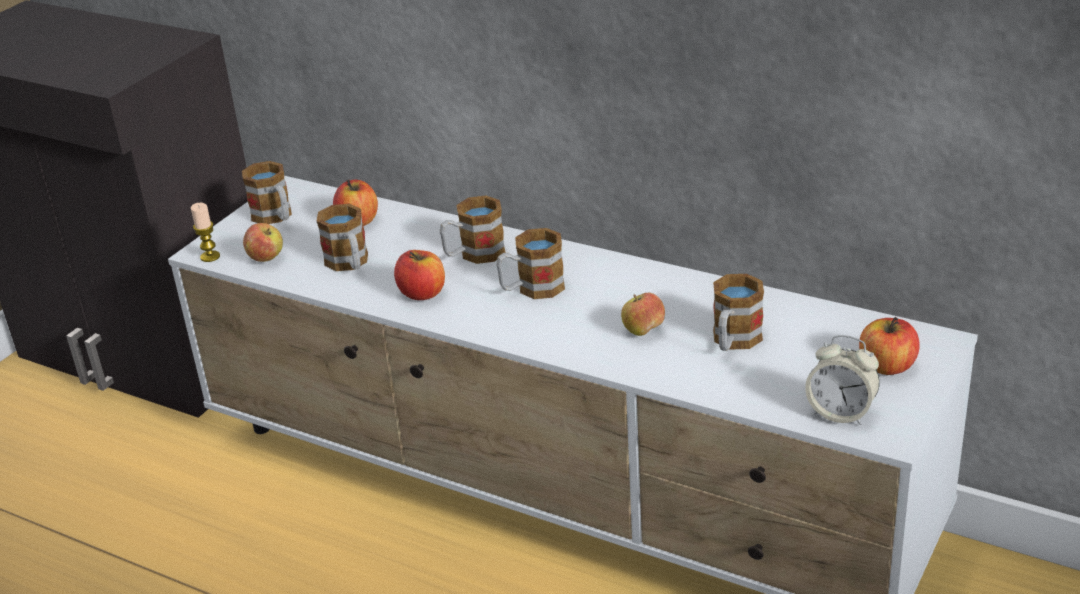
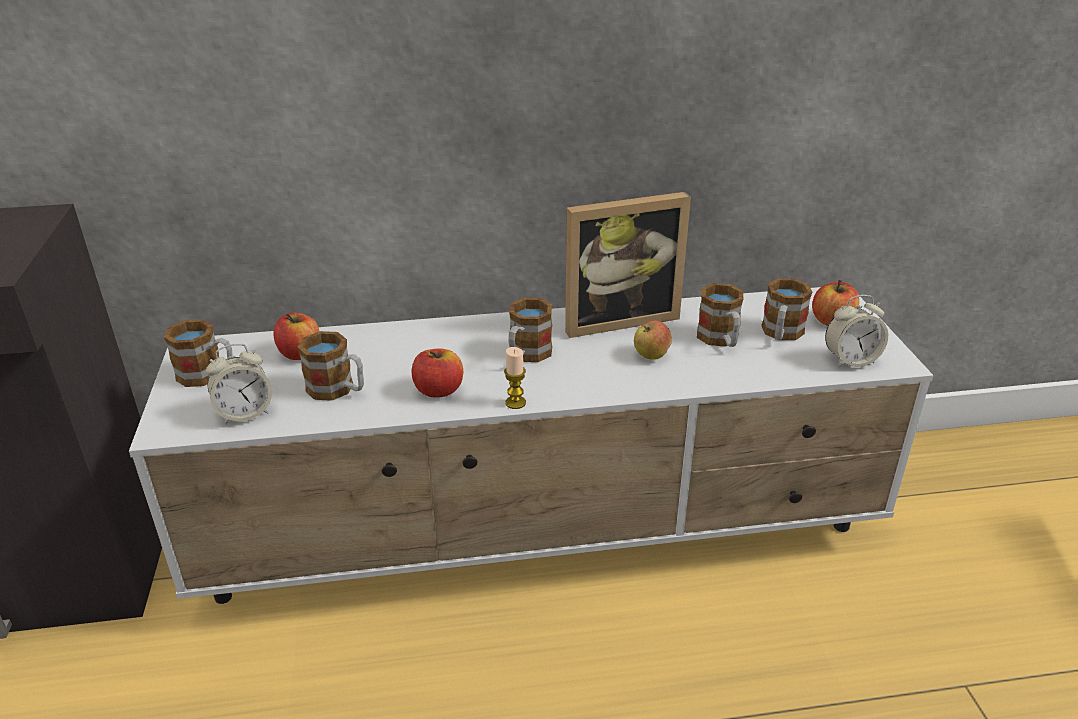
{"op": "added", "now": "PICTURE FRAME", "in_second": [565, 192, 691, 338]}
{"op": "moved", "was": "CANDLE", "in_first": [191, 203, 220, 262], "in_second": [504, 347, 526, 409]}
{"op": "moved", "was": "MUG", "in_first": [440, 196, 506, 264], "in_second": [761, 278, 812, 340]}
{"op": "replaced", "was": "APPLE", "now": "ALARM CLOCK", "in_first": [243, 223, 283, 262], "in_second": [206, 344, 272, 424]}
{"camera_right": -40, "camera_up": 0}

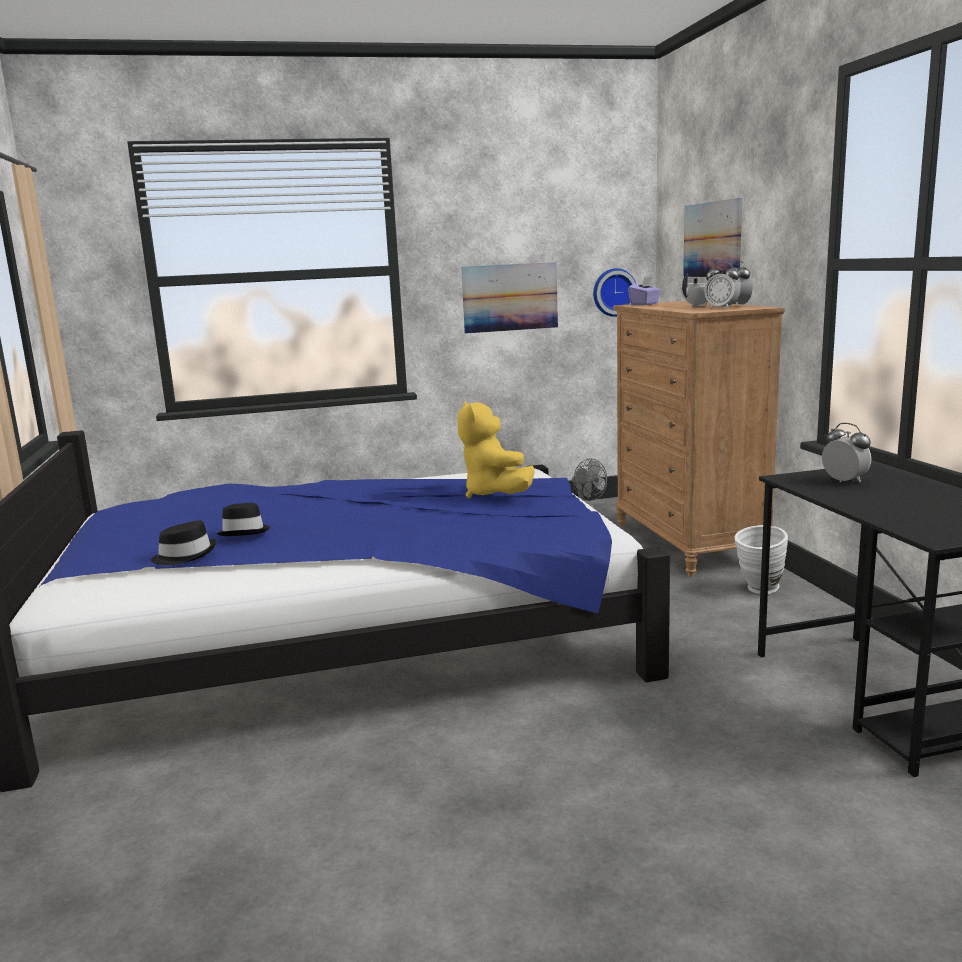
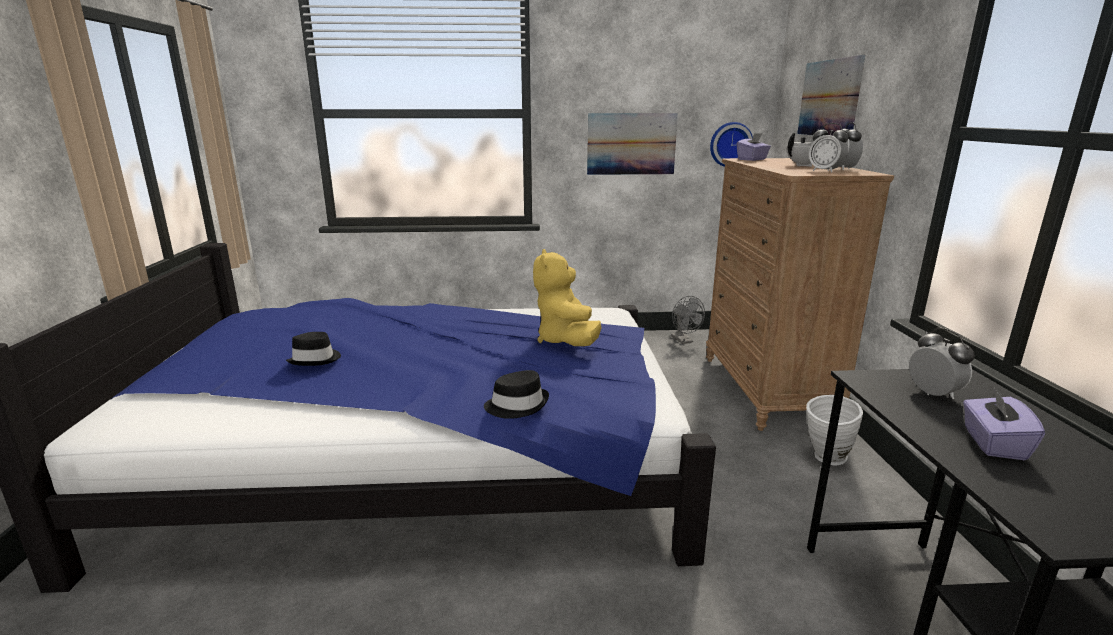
{"op": "added", "now": "PURPLE TISSUE BOX", "in_second": [963, 388, 1045, 461]}
{"op": "moved", "was": "BLACK HAT", "in_first": [151, 520, 216, 565], "in_second": [484, 370, 549, 419]}
{"camera_right": 10, "camera_up": 5}

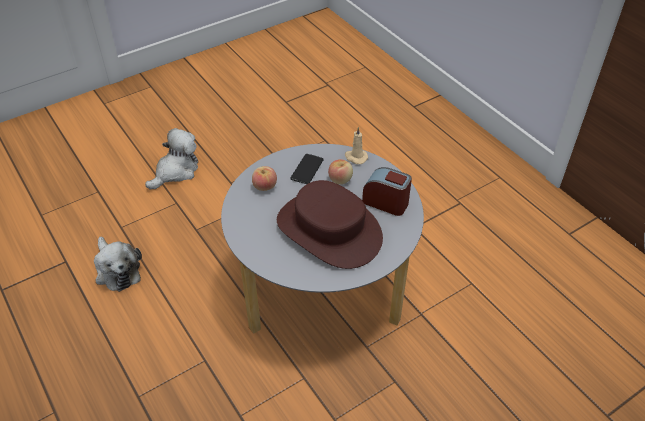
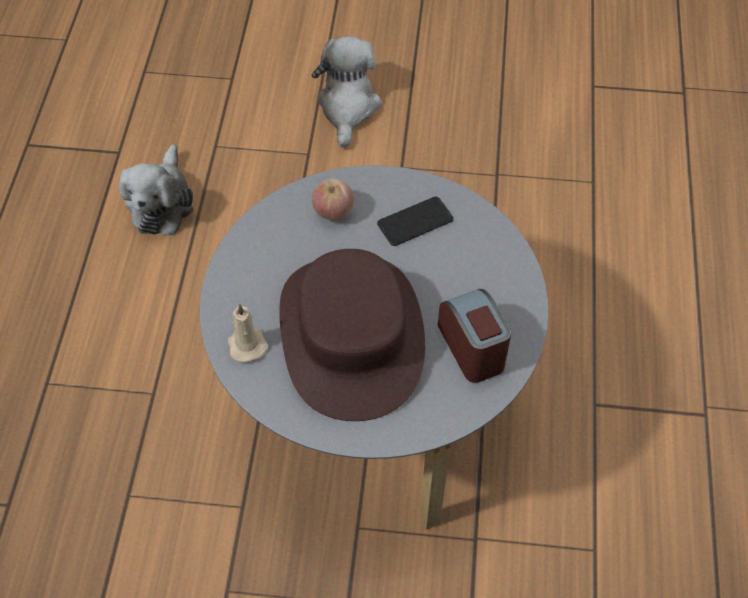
{"op": "removed", "was": "APPLE", "in_first": [328, 159, 353, 184]}
{"op": "moved", "was": "BEIGE CANDLE", "in_first": [345, 127, 368, 164], "in_second": [228, 303, 268, 363]}
{"op": "turned", "was": "PLUSH TOY", "in_first": [145, 128, 198, 189], "in_second": [312, 36, 381, 148], "clockwise": -75}
{"camera_right": 40, "camera_up": 10}

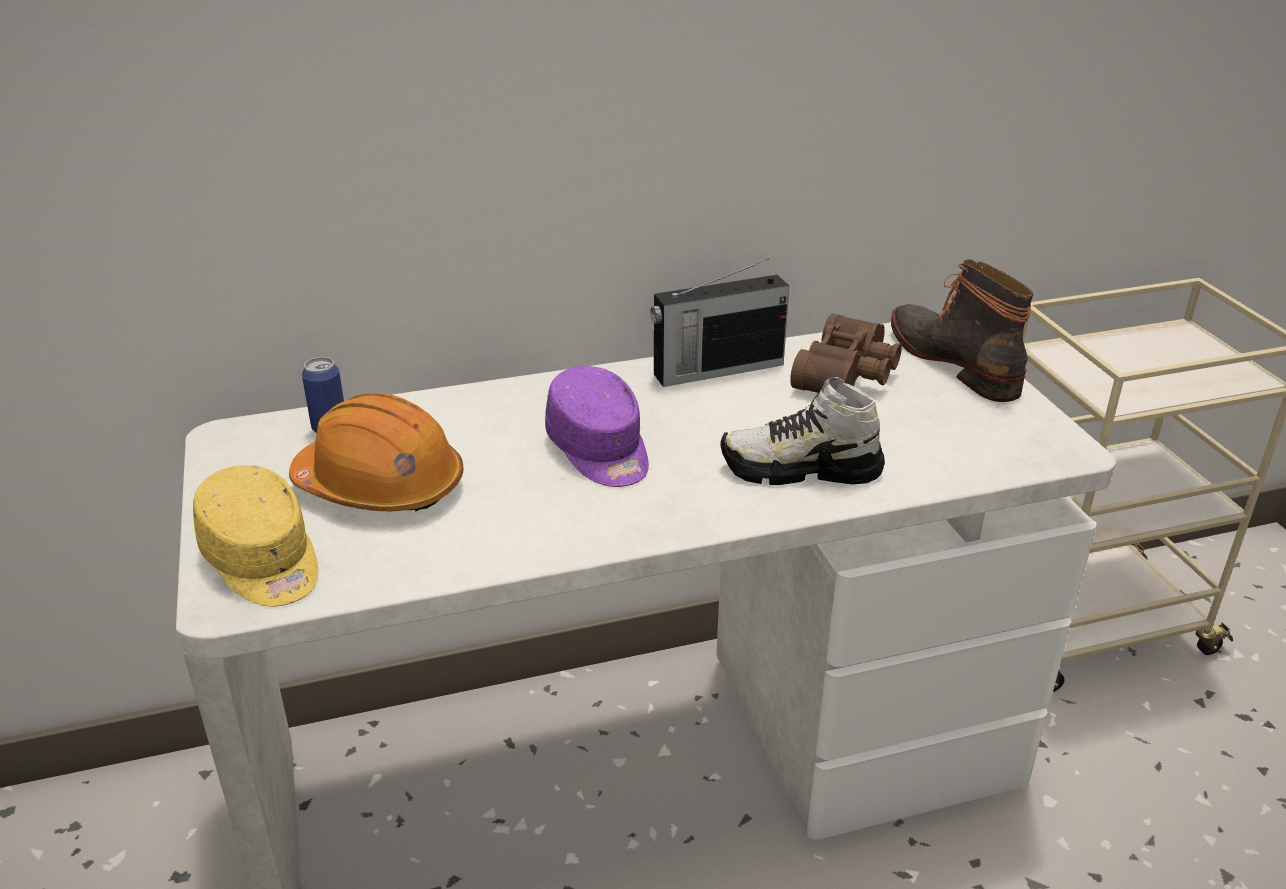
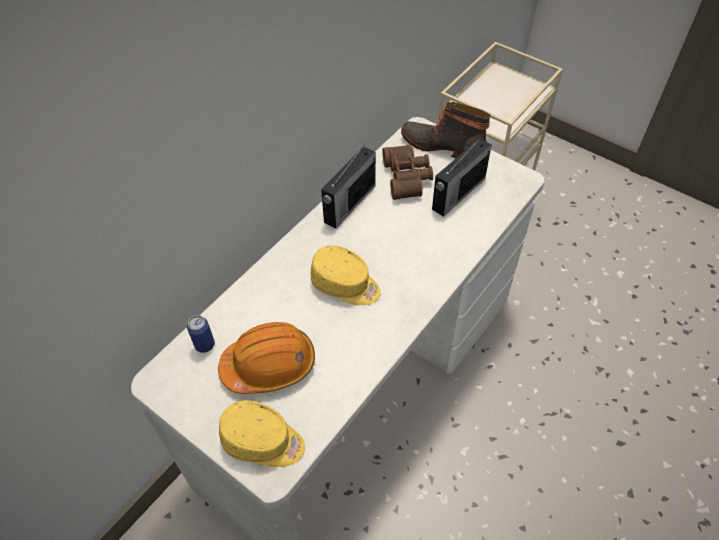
{"op": "removed", "was": "SHOE", "in_first": [720, 377, 885, 485]}
{"op": "added", "now": "RADIO", "in_second": [432, 136, 492, 217]}
{"op": "recoloured", "was": "PURPLE CAP", "now": "YELLOW CAP", "in_first": [545, 366, 649, 487], "in_second": [310, 245, 381, 305]}
{"camera_right": -35, "camera_up": 20}

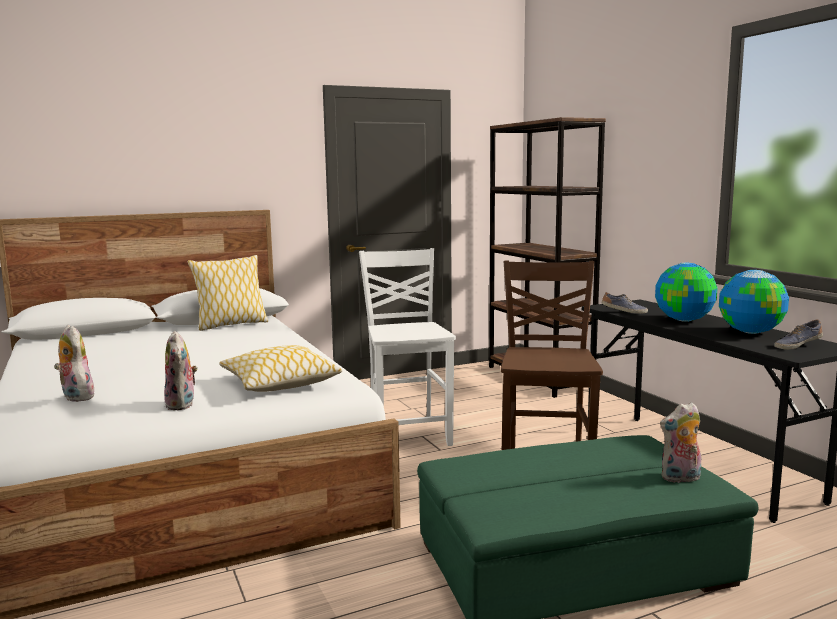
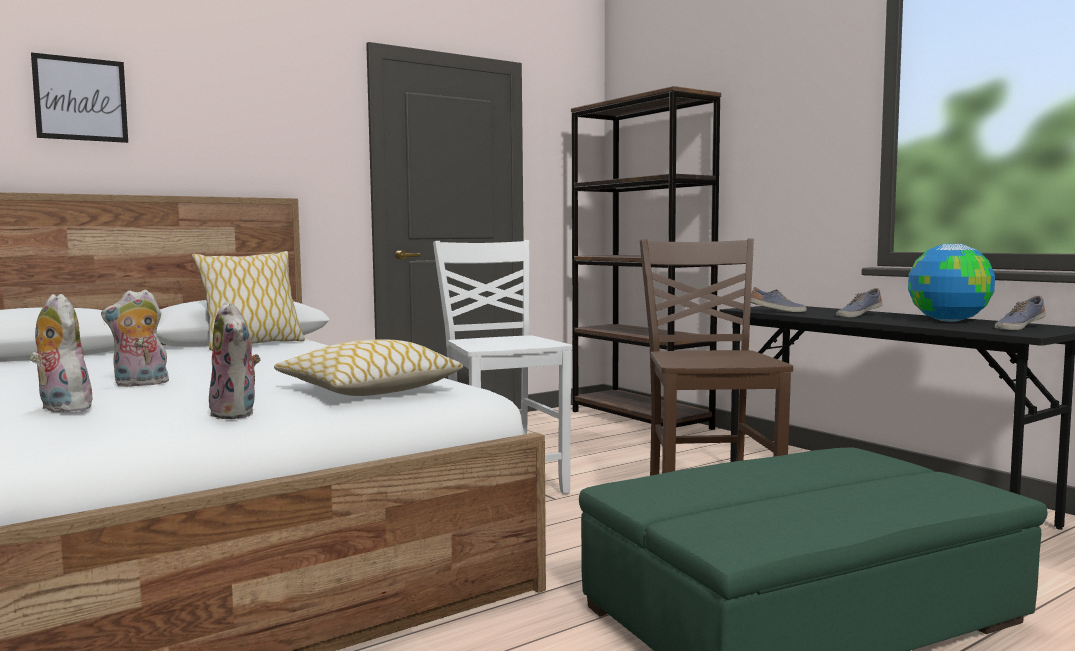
{"op": "added", "now": "PICTURE", "in_second": [31, 52, 128, 143]}
{"op": "moved", "was": "PLUSH TOY", "in_first": [660, 402, 701, 483], "in_second": [101, 289, 172, 387]}
{"op": "replaced", "was": "GLOBE", "now": "SHOE", "in_first": [655, 263, 718, 322], "in_second": [836, 288, 882, 317]}
{"camera_right": -10, "camera_up": -5}

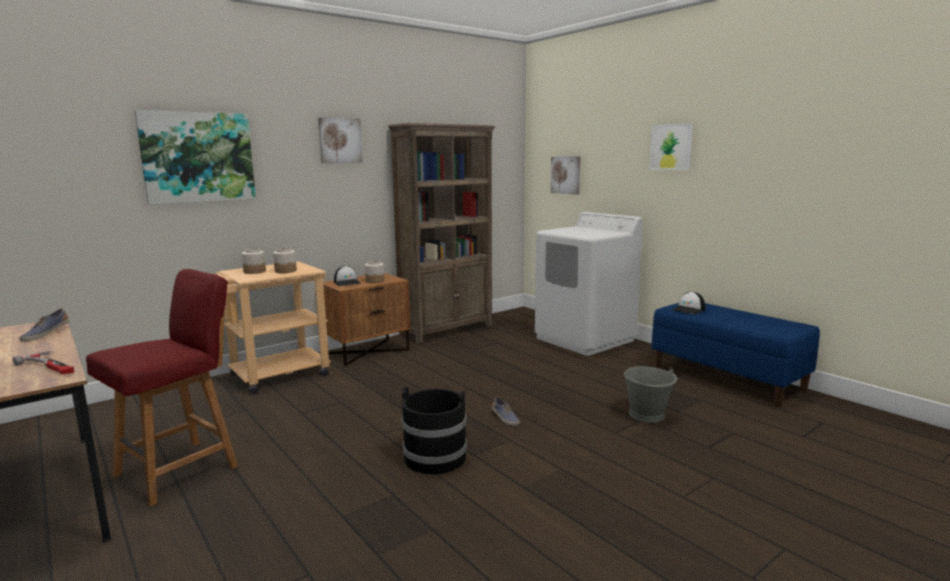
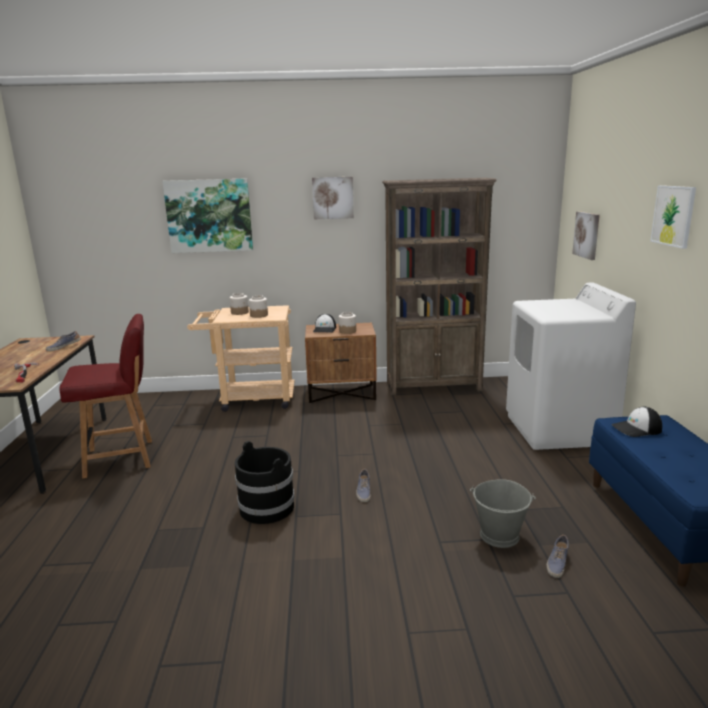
{"op": "added", "now": "SHOE", "in_second": [546, 535, 569, 578]}
{"camera_right": 35, "camera_up": 5}

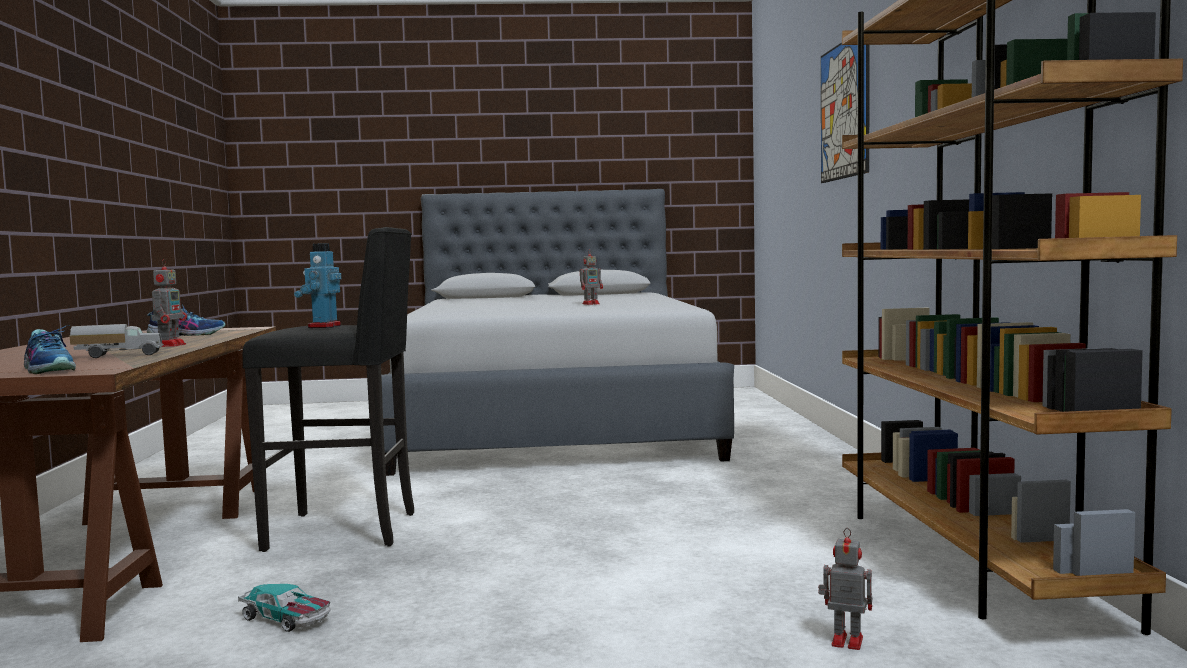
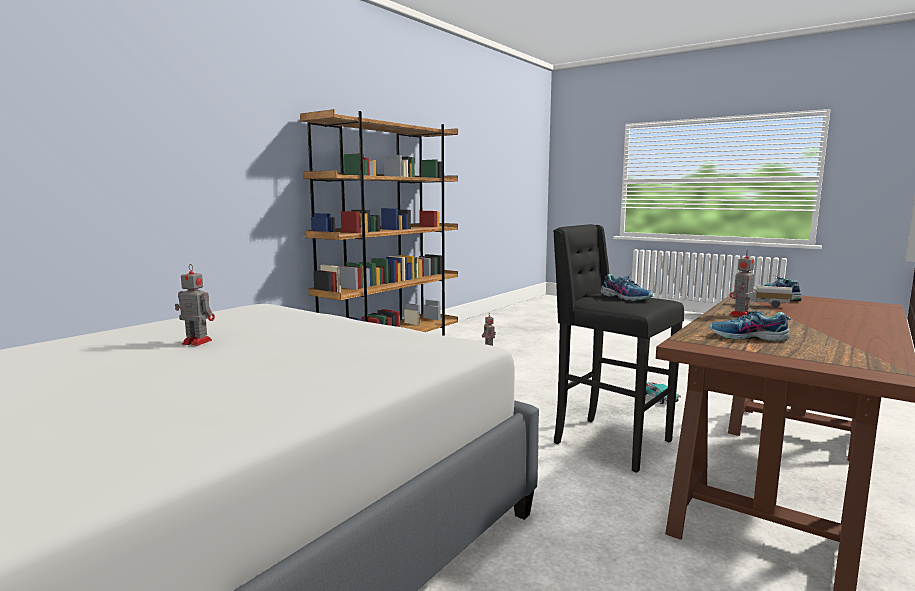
{"op": "removed", "was": "PICTURE", "in_first": [821, 42, 870, 183]}
{"op": "replaced", "was": "TOY ROBOT", "now": "SHOE", "in_first": [294, 243, 341, 328], "in_second": [601, 274, 653, 302]}
{"camera_right": -140, "camera_up": 5}

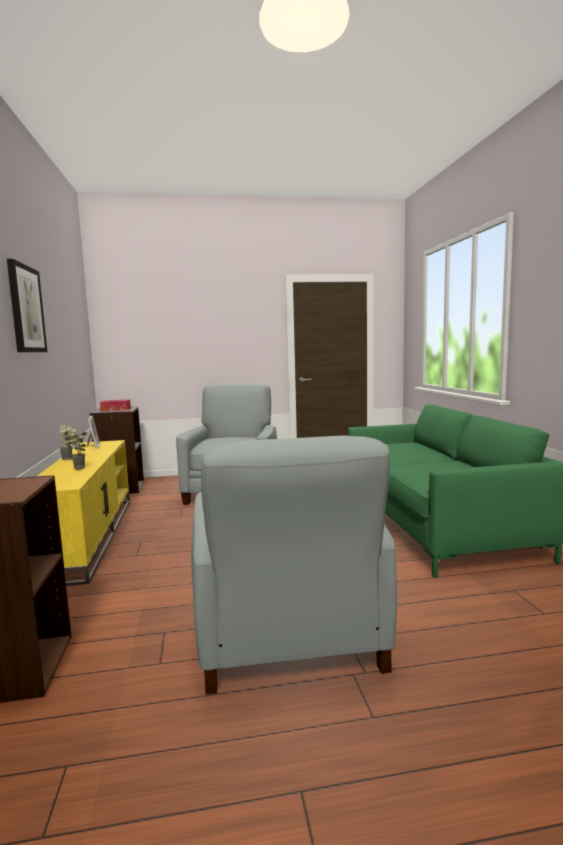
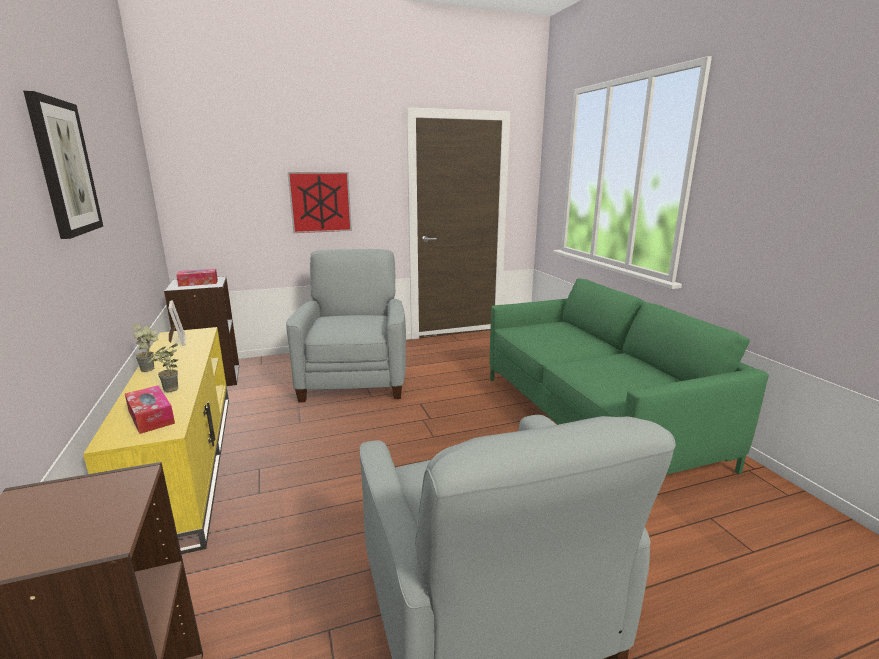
{"op": "added", "now": "TISSUE BOX", "in_second": [125, 386, 175, 434]}
{"op": "added", "now": "PICTURE", "in_second": [288, 172, 352, 233]}
{"camera_right": -10, "camera_up": 10}

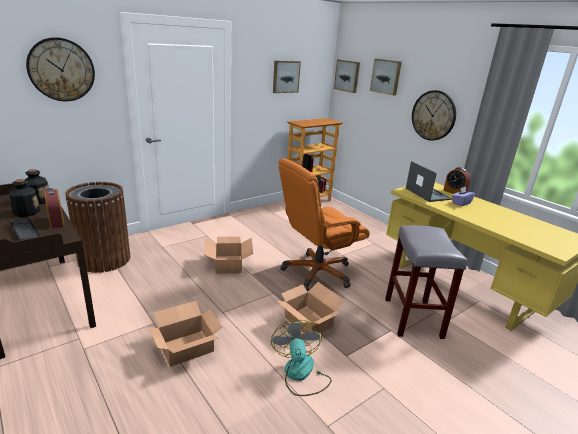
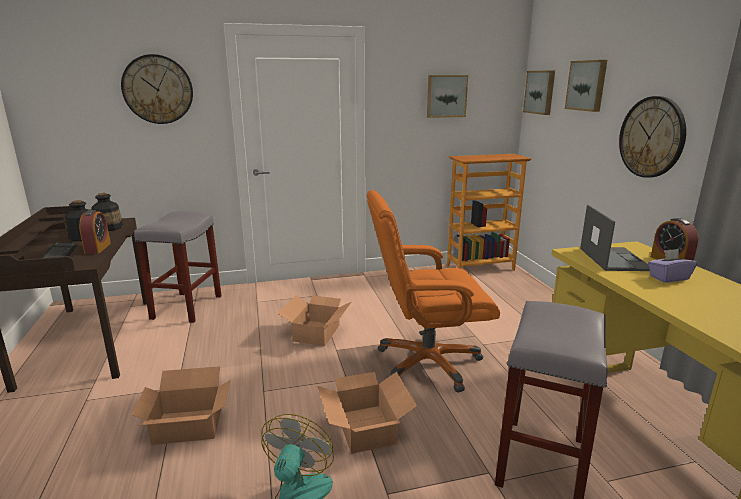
{"op": "replaced", "was": "BROWN TRASH CAN", "now": "GREY STOOL", "in_first": [65, 182, 130, 273], "in_second": [134, 211, 221, 323]}
{"camera_right": 25, "camera_up": -5}

